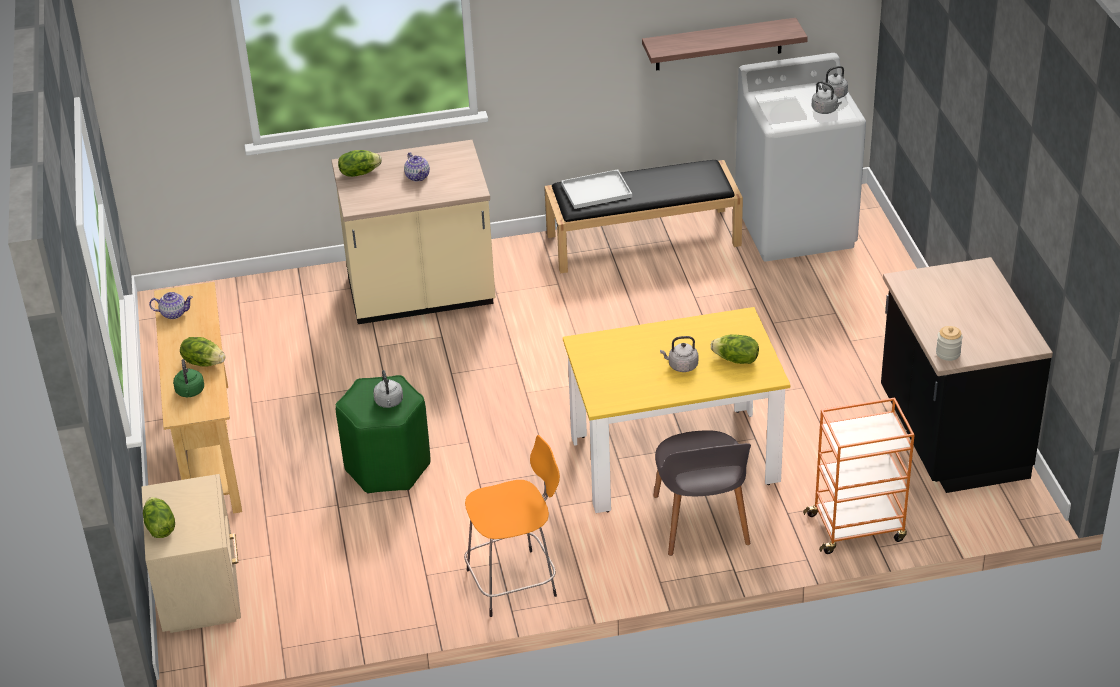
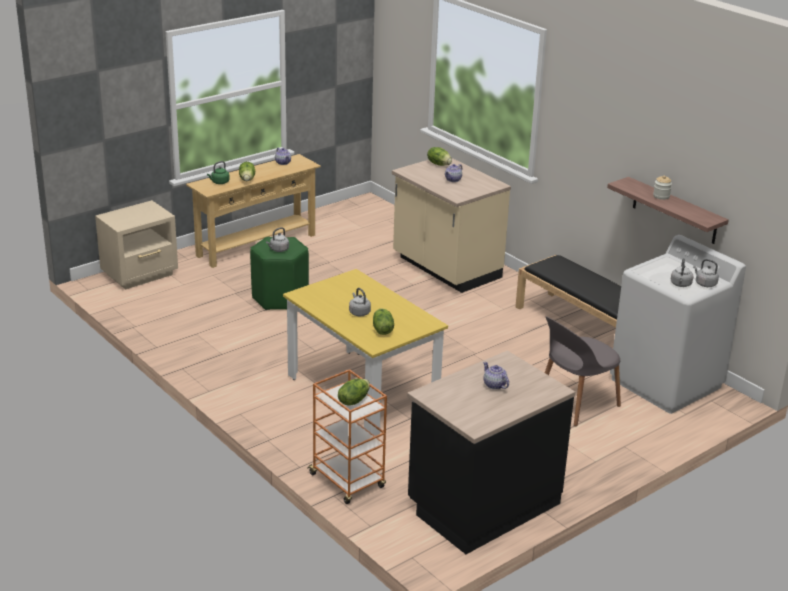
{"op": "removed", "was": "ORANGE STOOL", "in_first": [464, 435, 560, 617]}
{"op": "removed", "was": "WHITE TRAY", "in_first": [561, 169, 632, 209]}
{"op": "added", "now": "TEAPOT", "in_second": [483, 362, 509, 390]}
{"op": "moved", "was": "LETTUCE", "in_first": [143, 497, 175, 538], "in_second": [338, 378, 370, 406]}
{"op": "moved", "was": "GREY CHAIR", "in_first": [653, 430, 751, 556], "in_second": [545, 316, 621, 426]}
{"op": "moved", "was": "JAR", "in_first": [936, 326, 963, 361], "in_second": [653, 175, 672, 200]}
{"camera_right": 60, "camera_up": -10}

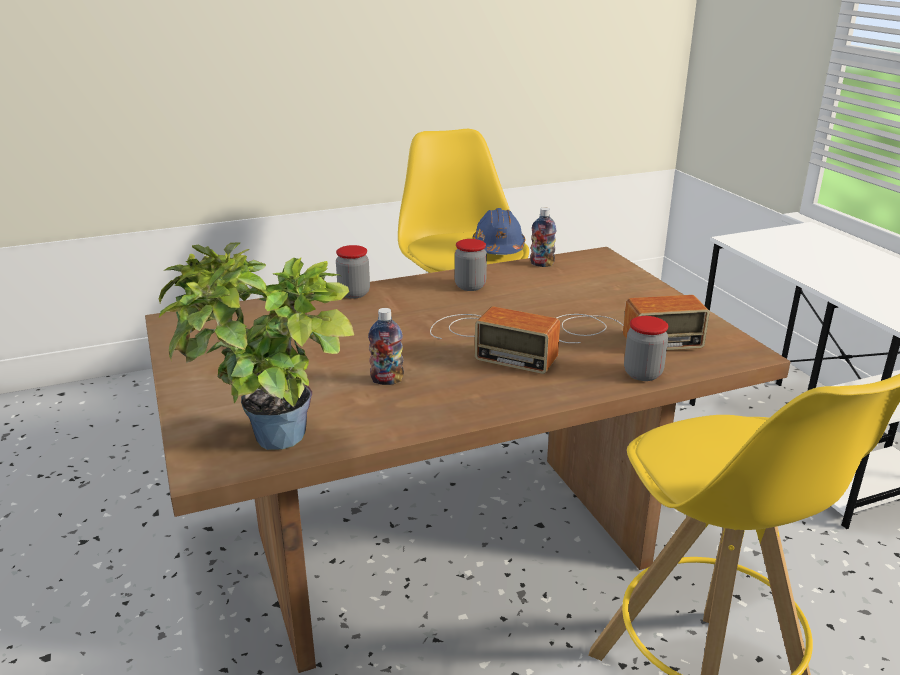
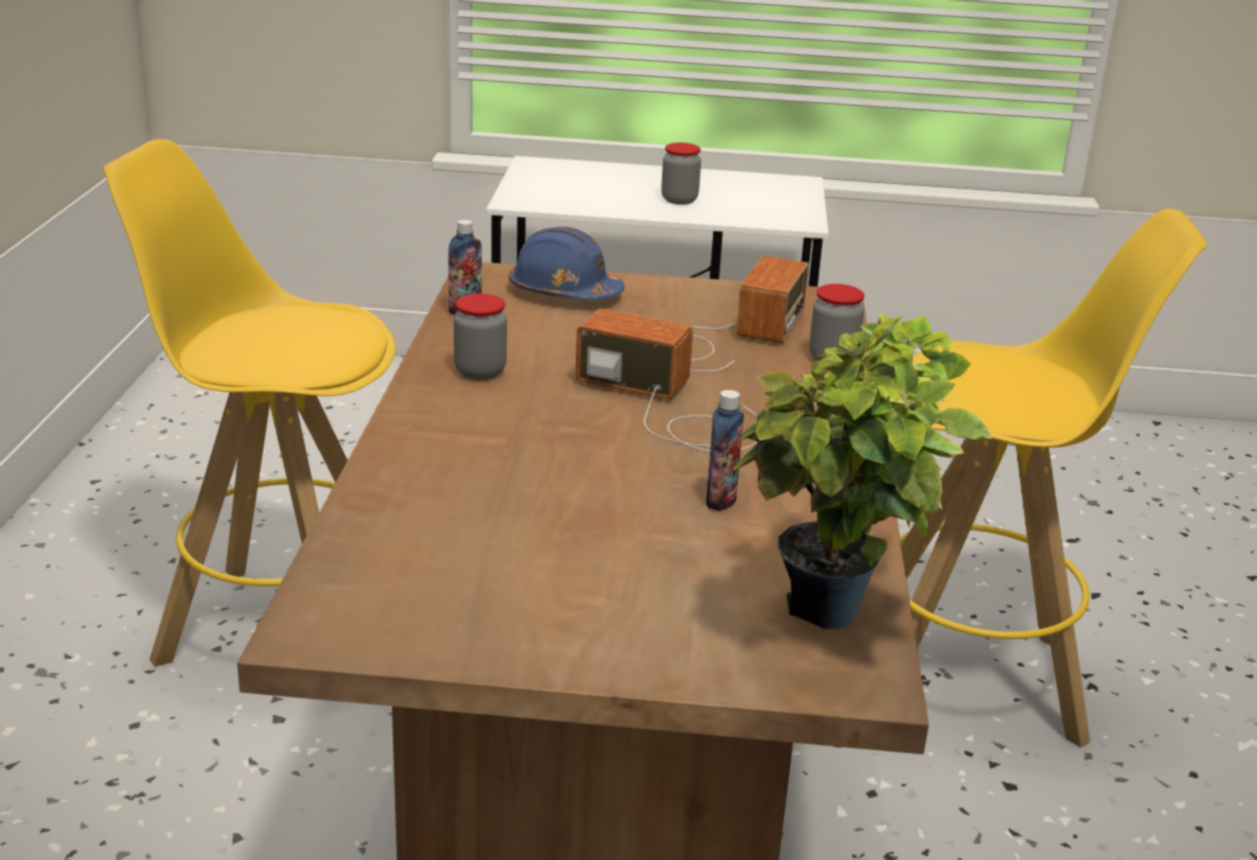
{"op": "moved", "was": "JAR", "in_first": [336, 245, 370, 299], "in_second": [661, 143, 701, 205]}
{"op": "moved", "was": "BLUE HARD HAT", "in_first": [473, 208, 526, 255], "in_second": [509, 226, 624, 300]}
{"op": "turned", "was": "RADIO", "in_first": [430, 306, 560, 374], "in_second": [575, 309, 758, 452], "clockwise": -120}
{"camera_right": -65, "camera_up": 0}

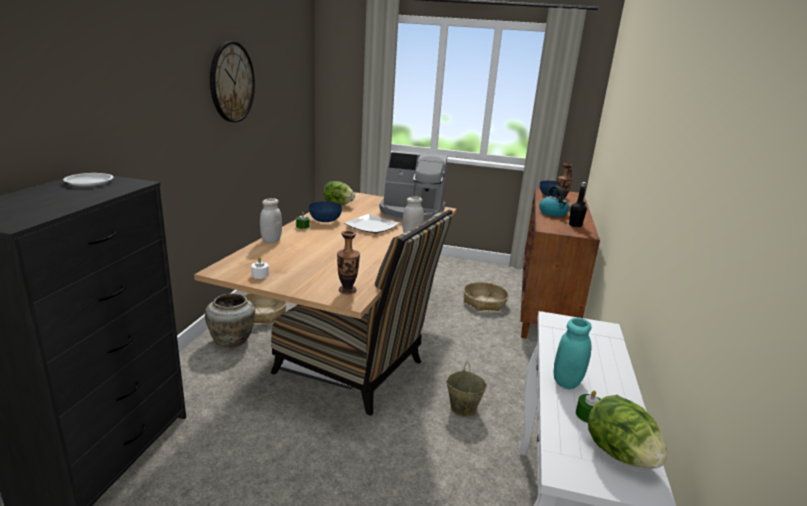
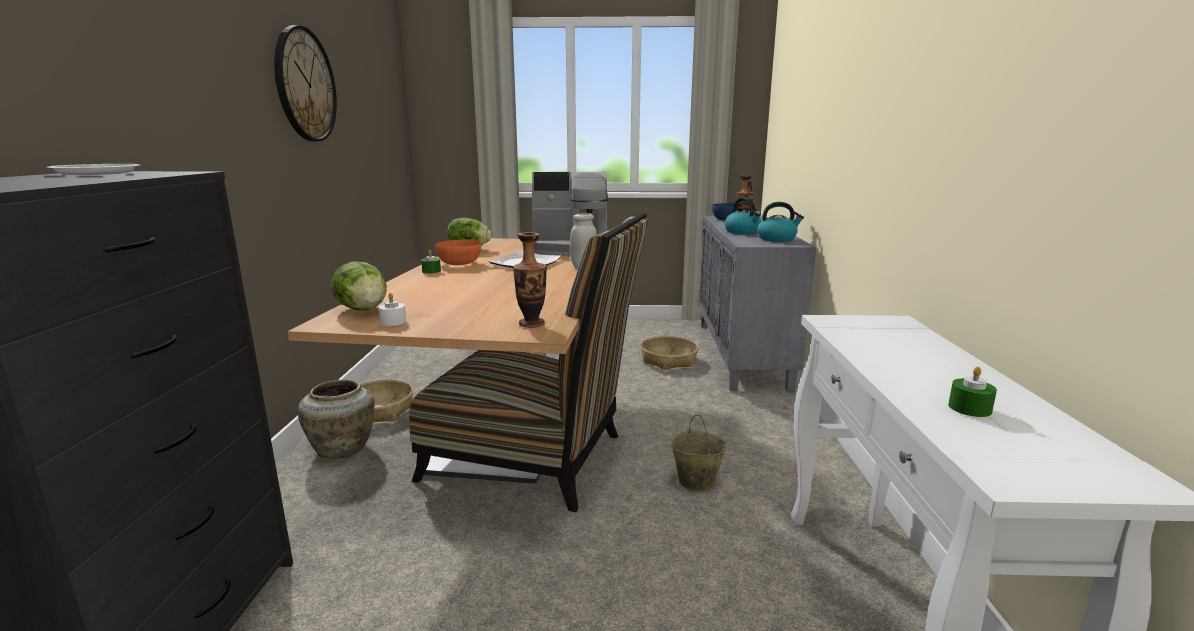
{"op": "removed", "was": "WHITE JAR", "in_first": [260, 198, 282, 243]}
{"op": "removed", "was": "TURQUOISE JAR", "in_first": [554, 318, 591, 389]}
{"op": "moved", "was": "LETTUCE", "in_first": [588, 395, 668, 469], "in_second": [331, 261, 387, 311]}
{"op": "replaced", "was": "BLACK BOTTLE", "now": "KETTLE", "in_first": [569, 182, 587, 227], "in_second": [757, 202, 804, 242]}
{"op": "recoloured", "was": "BLUE BOWL", "now": "ORANGE BOWL", "in_first": [309, 201, 342, 222], "in_second": [435, 240, 481, 265]}
{"op": "recoloured", "was": "BROWN CABINET", "now": "GREY CABINET", "in_first": [520, 187, 600, 339], "in_second": [698, 216, 816, 392]}
{"camera_right": -10, "camera_up": -5}

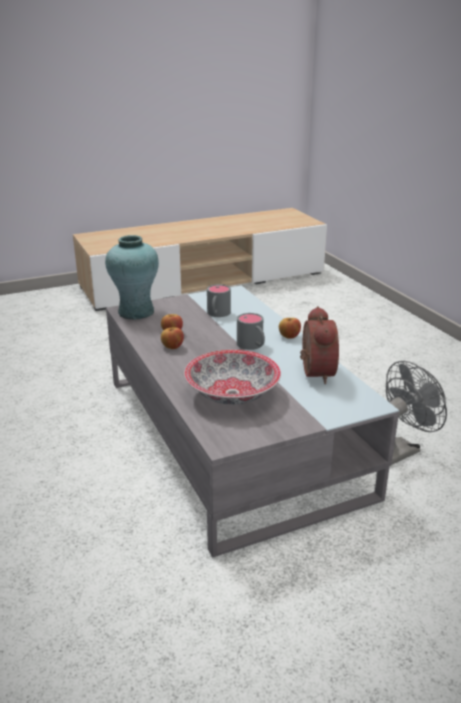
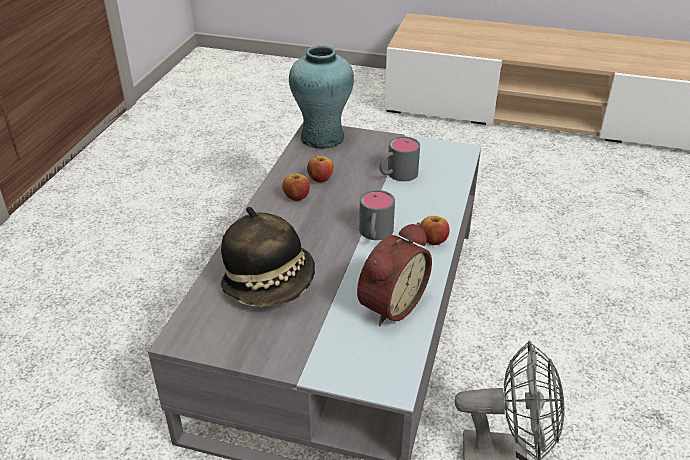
{"op": "replaced", "was": "BOWL", "now": "HAT", "in_first": [184, 350, 281, 405], "in_second": [221, 207, 315, 307]}
{"camera_right": 40, "camera_up": 10}

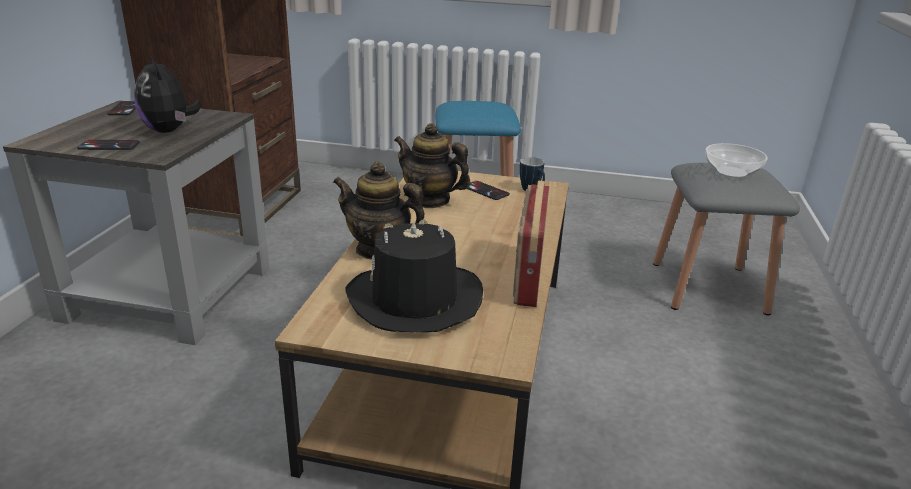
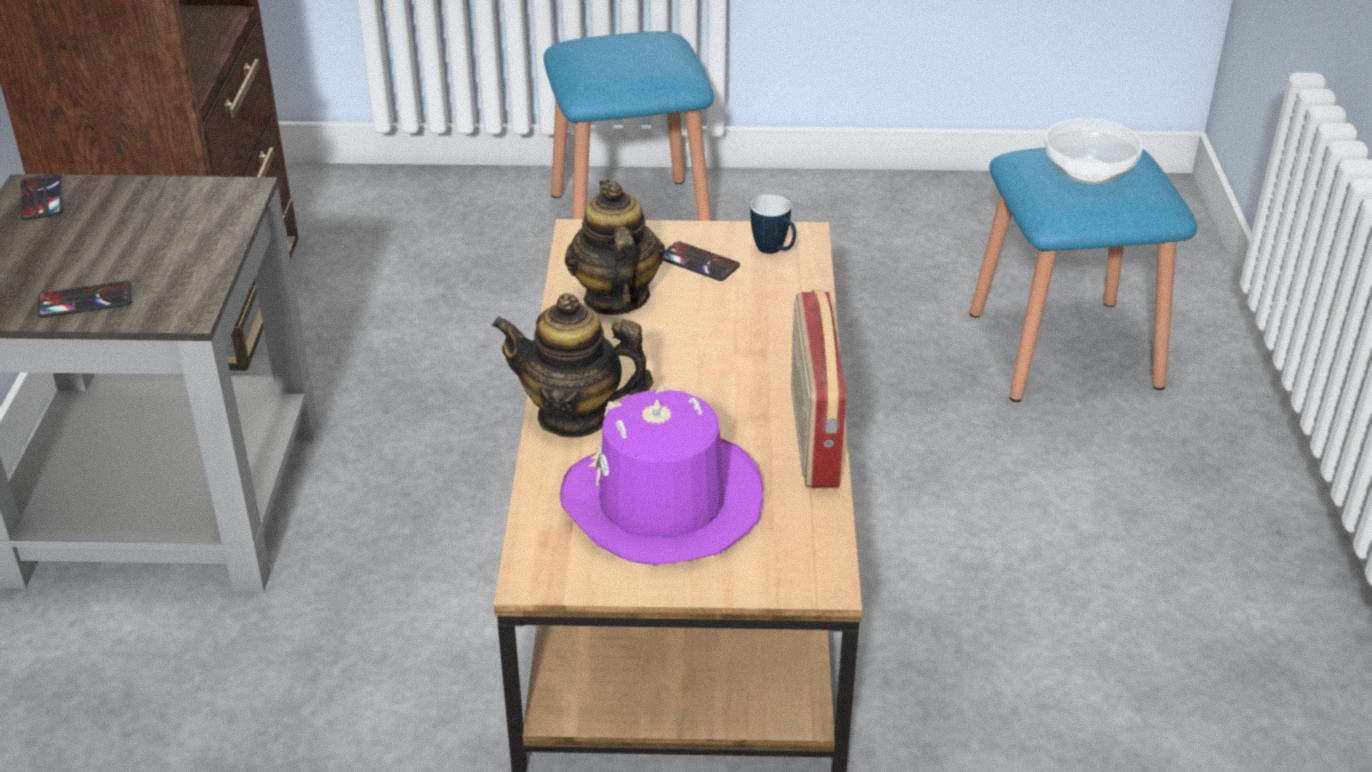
{"op": "removed", "was": "PLUSH TOY", "in_first": [134, 54, 201, 133]}
{"op": "recoloured", "was": "BLACK HAT", "now": "PURPLE HAT", "in_first": [345, 219, 483, 332], "in_second": [560, 383, 763, 565]}
{"op": "recoloured", "was": "GREY STOOL", "now": "BLUE STOOL", "in_first": [653, 163, 800, 315], "in_second": [970, 147, 1197, 402]}
{"op": "turned", "was": "TEAPOT", "in_first": [394, 123, 471, 208], "in_second": [565, 180, 665, 315], "clockwise": 60}
{"camera_right": -10, "camera_up": 10}

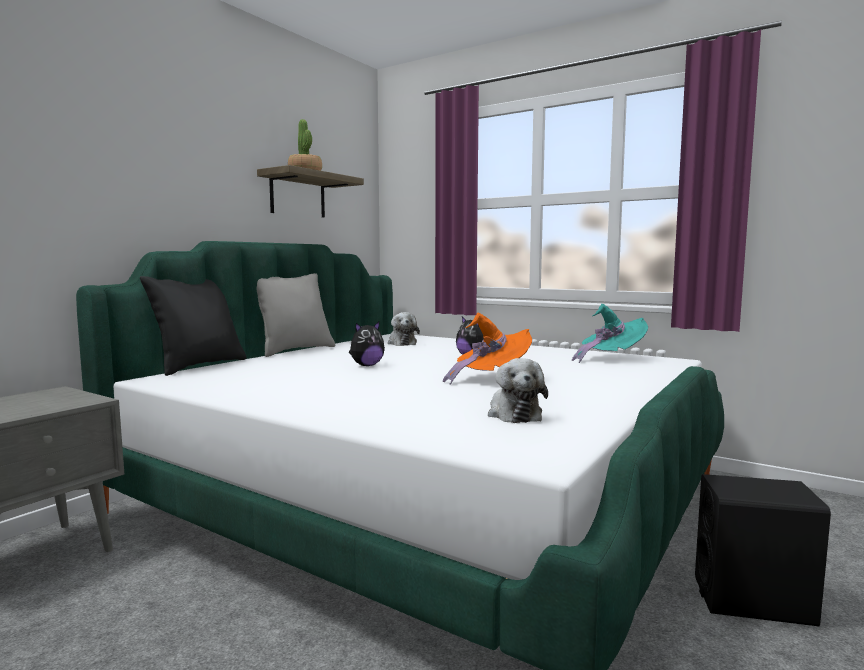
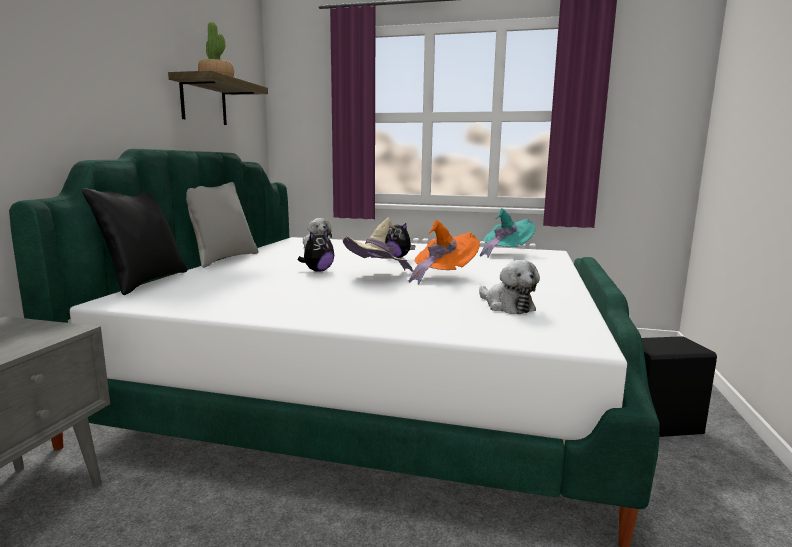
{"op": "added", "now": "BEIGE HAT", "in_second": [343, 218, 413, 272]}
{"camera_right": -20, "camera_up": 5}

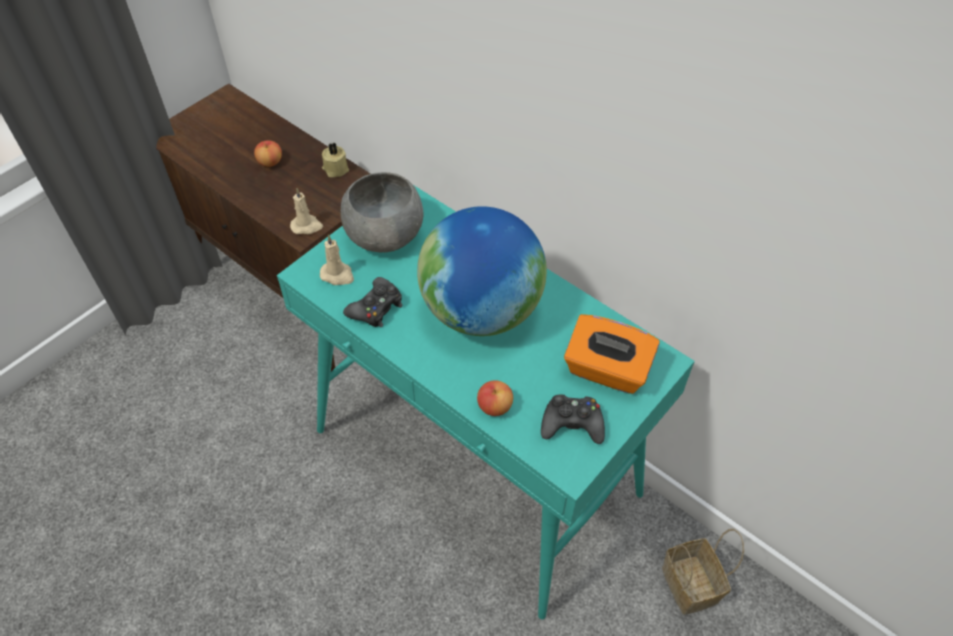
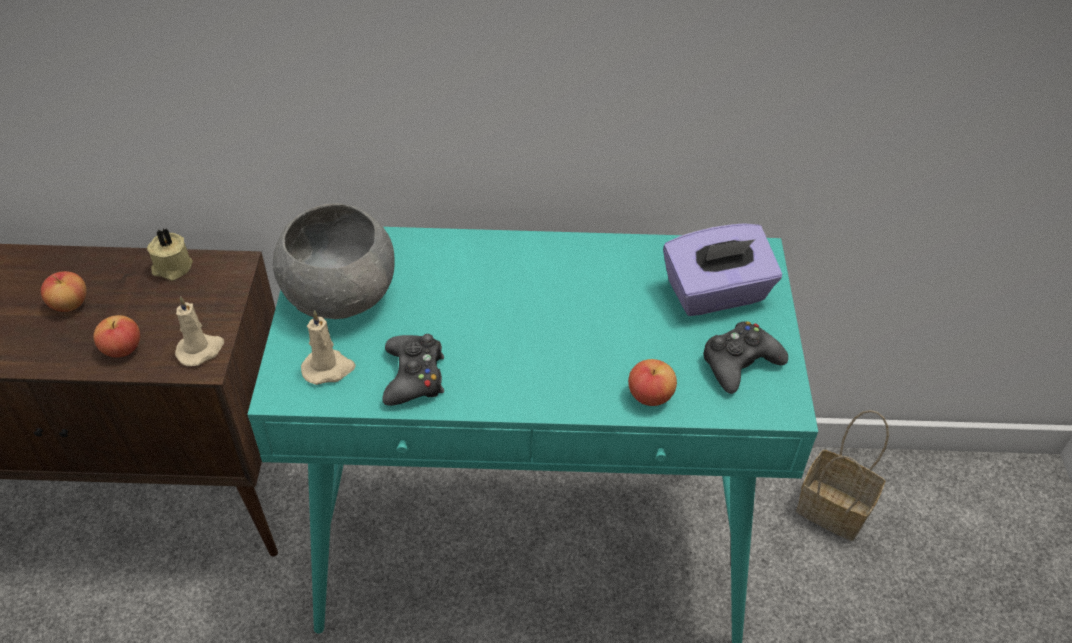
{"op": "removed", "was": "GLOBE", "in_first": [417, 206, 547, 336]}
{"op": "added", "now": "APPLE", "in_second": [94, 315, 140, 358]}
{"op": "recoloured", "was": "ORANGE TISSUE BOX", "now": "PURPLE TISSUE BOX", "in_first": [564, 314, 660, 394], "in_second": [663, 223, 782, 316]}
{"camera_right": -40, "camera_up": -5}

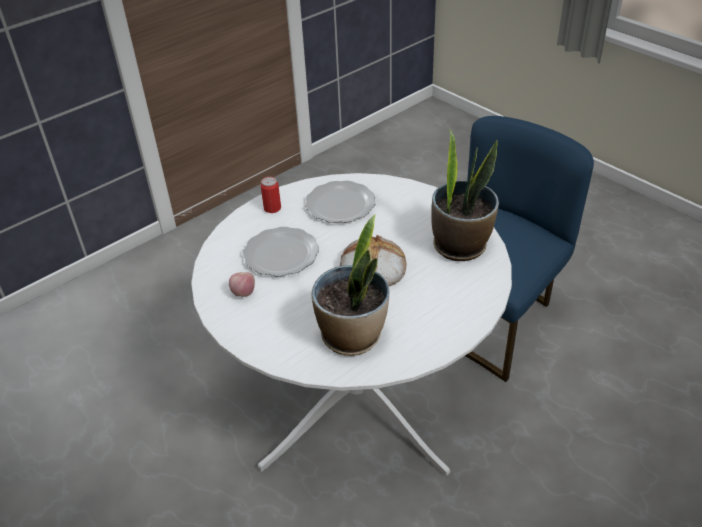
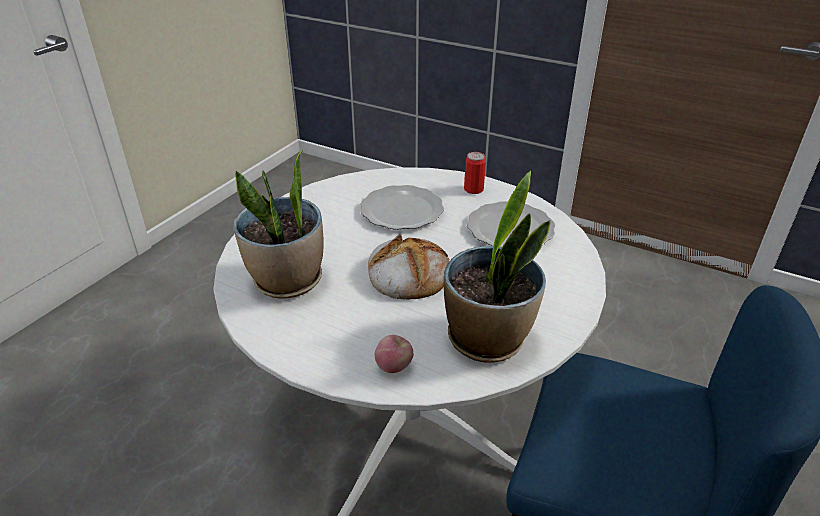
{"op": "moved", "was": "APPLE", "in_first": [229, 272, 255, 297], "in_second": [375, 335, 414, 373]}
{"camera_right": 70, "camera_up": -5}

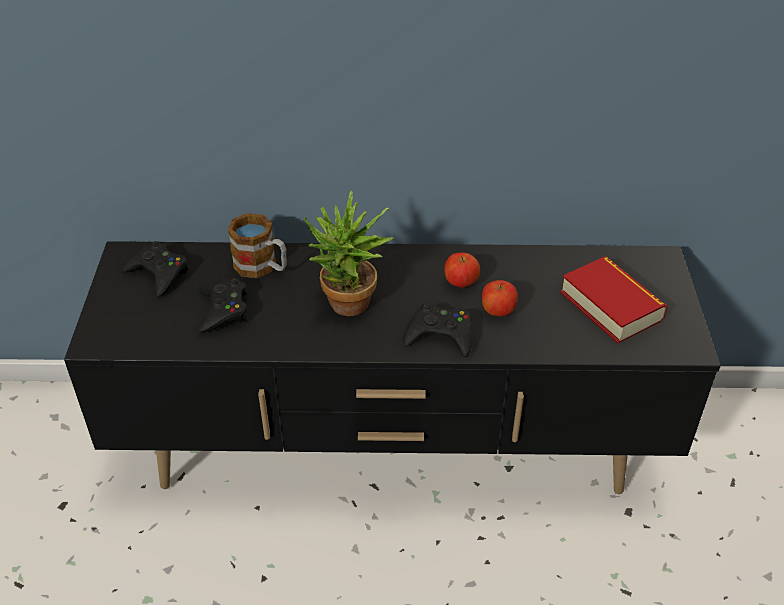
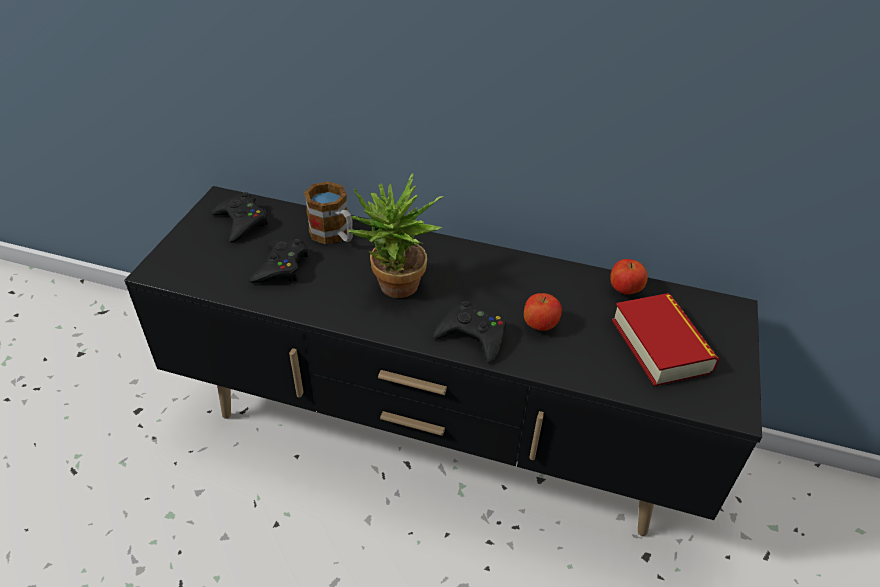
{"op": "moved", "was": "APPLE", "in_first": [444, 253, 480, 288], "in_second": [610, 259, 648, 295]}
{"camera_right": 15, "camera_up": 0}

